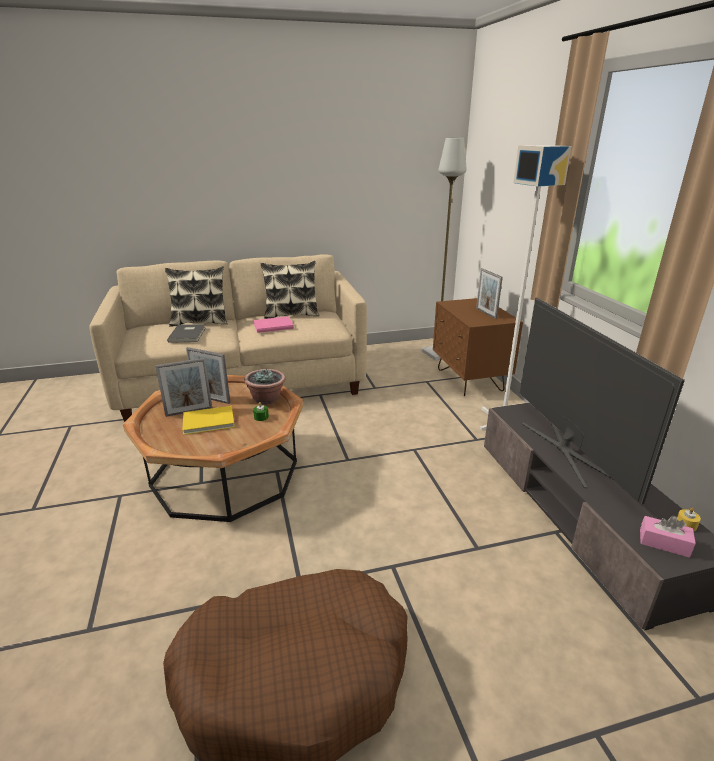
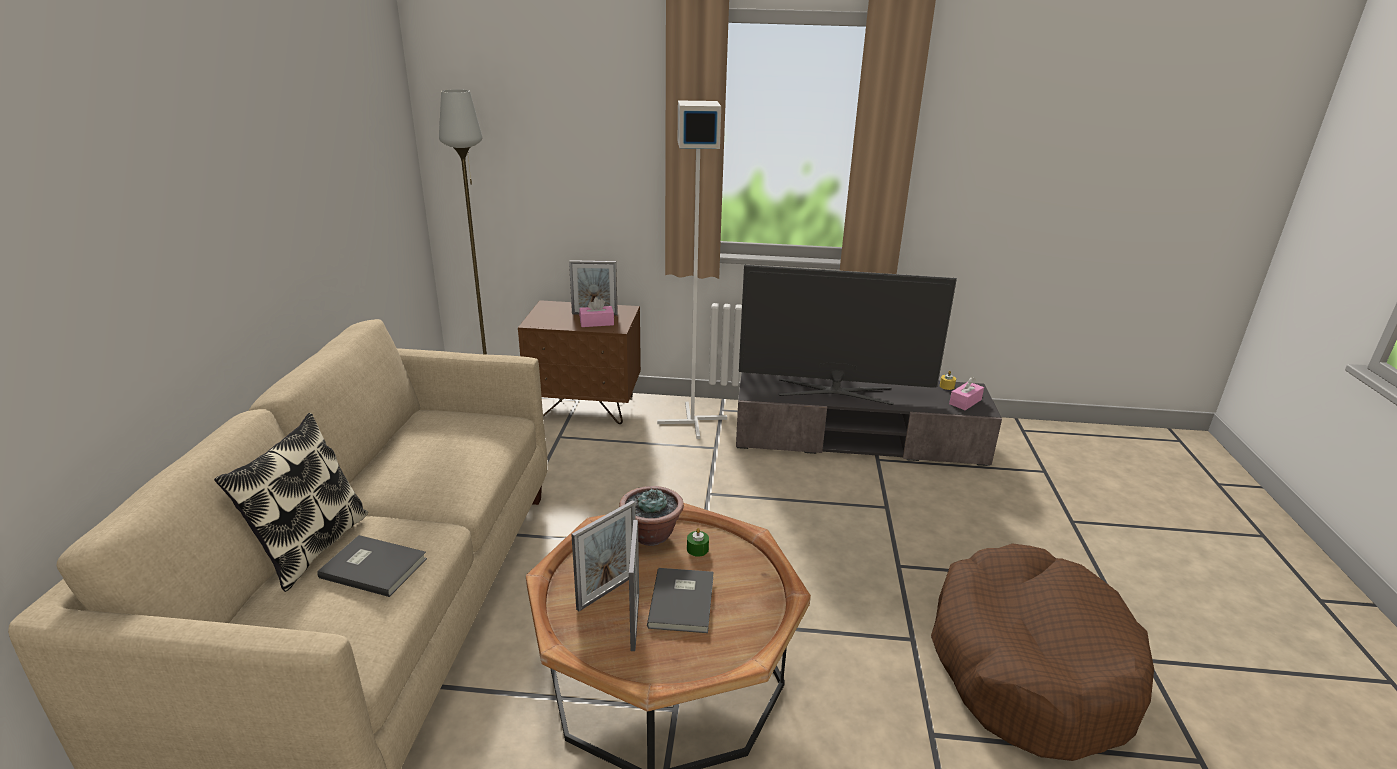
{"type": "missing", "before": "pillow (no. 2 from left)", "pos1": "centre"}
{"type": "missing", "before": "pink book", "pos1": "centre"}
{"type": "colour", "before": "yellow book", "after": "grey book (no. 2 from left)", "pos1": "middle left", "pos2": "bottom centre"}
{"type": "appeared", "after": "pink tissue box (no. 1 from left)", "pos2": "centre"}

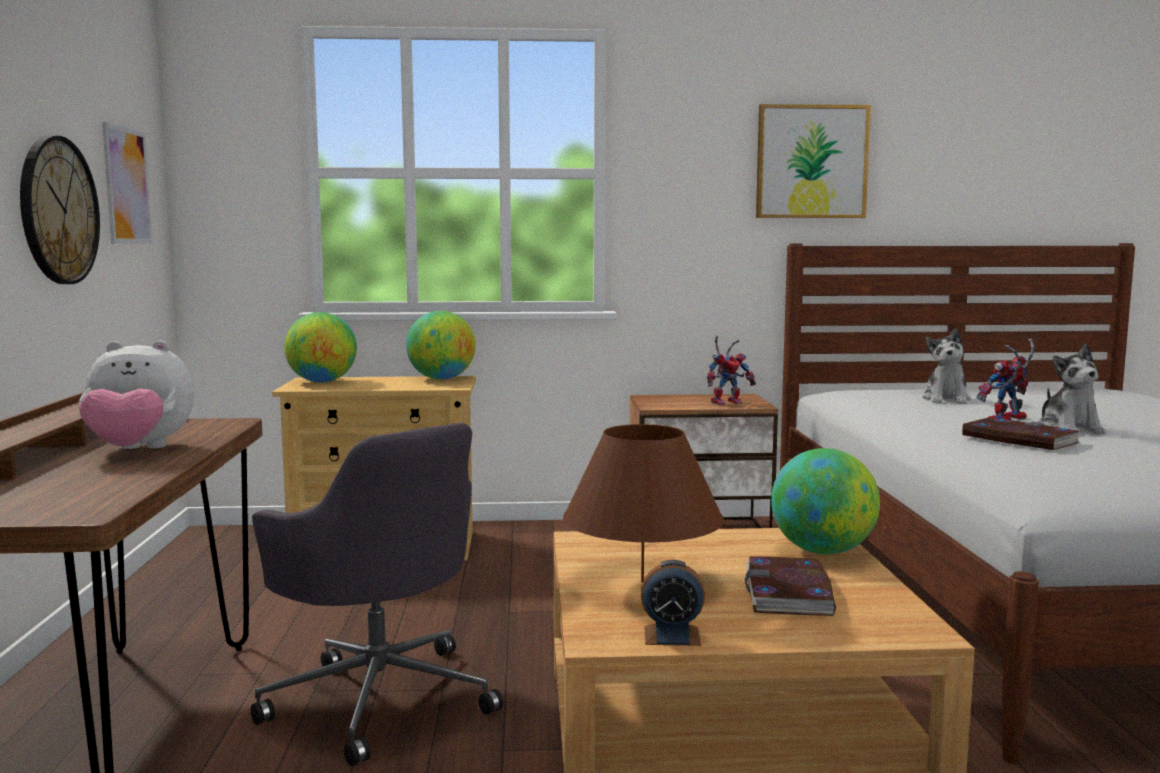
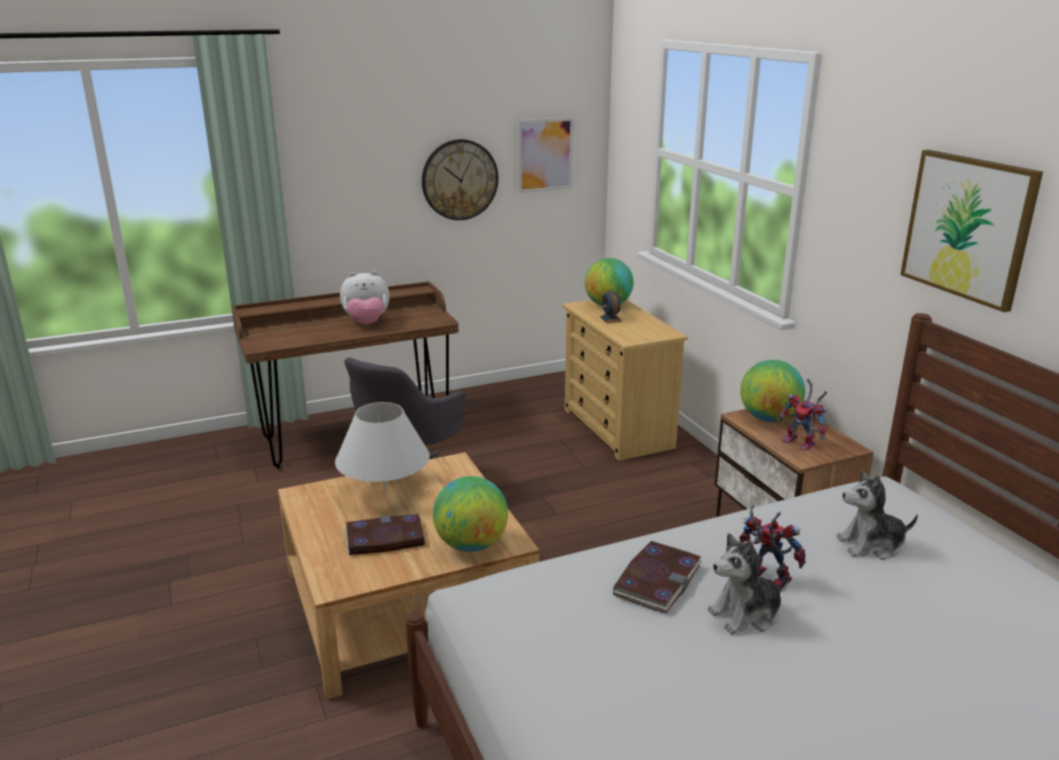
{"type": "relocated", "before": "globe (no. 2 from left in the first image)", "after": "globe (no. 3 from left)", "pos1": "centre", "pos2": "middle right"}
{"type": "spun", "before": "plush toy (no. 1 from left)", "pos1": "middle left", "pos2": "centre", "turn": -75}
{"type": "colour", "before": "brown table lamp", "after": "white table lamp", "pos1": "centre", "pos2": "centre"}
{"type": "relocated", "before": "alarm clock", "pos1": "bottom centre", "pos2": "centre"}

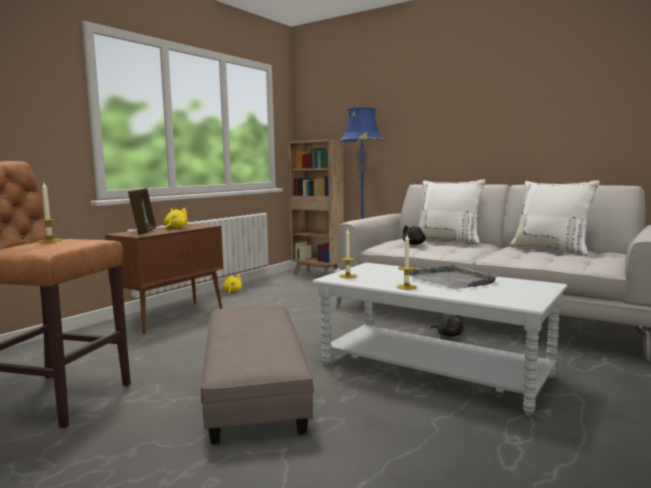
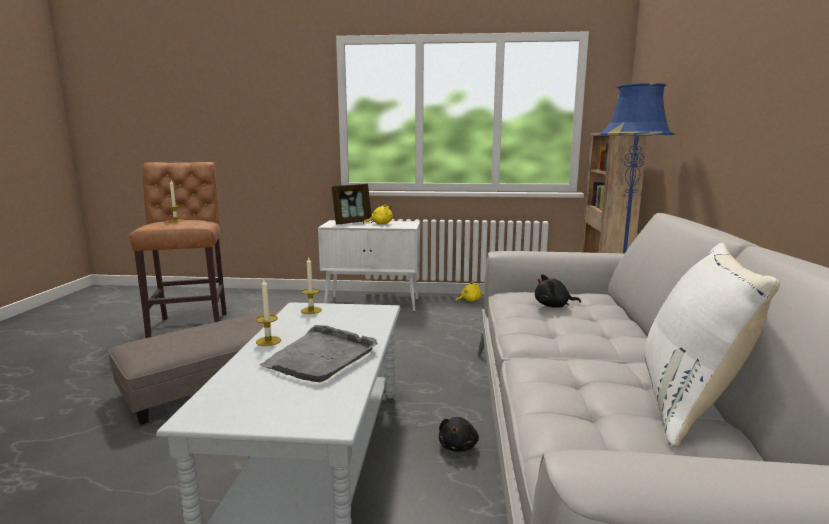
{"type": "missing", "before": "white pillow (no. 1 from left)", "pos1": "middle right"}
{"type": "colour", "before": "brown cabinet", "after": "white cabinet", "pos1": "middle left", "pos2": "centre"}

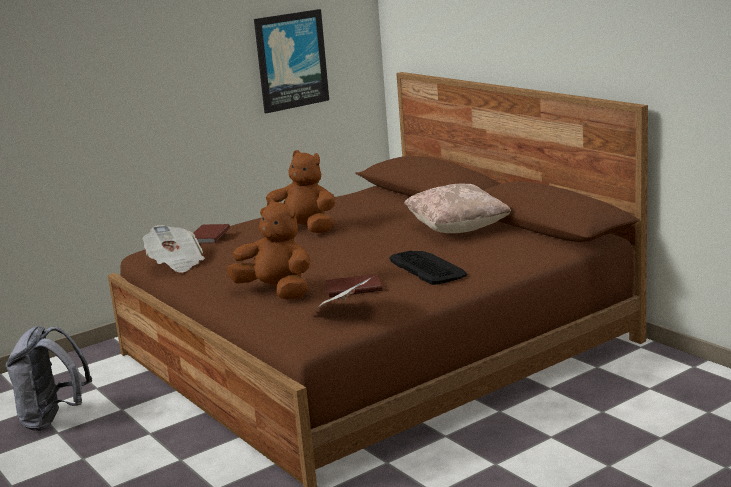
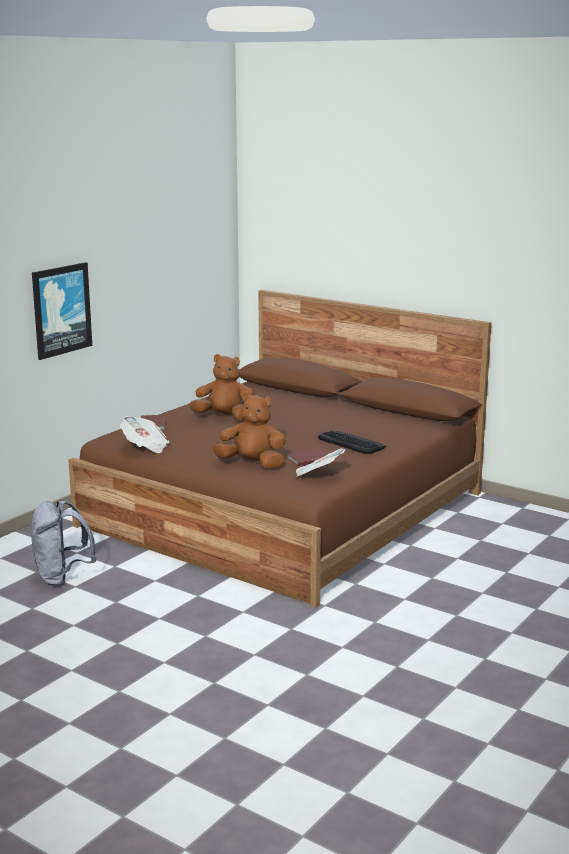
{"type": "relocated", "before": "picture", "pos1": "top centre", "pos2": "middle left"}
{"type": "missing", "before": "beige pillow", "pos1": "centre"}

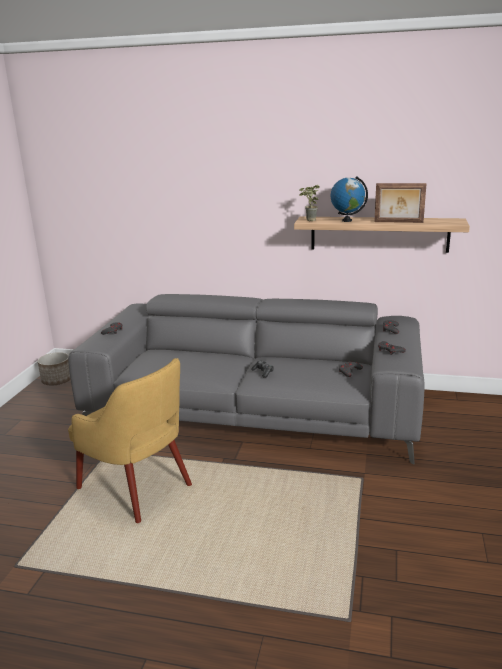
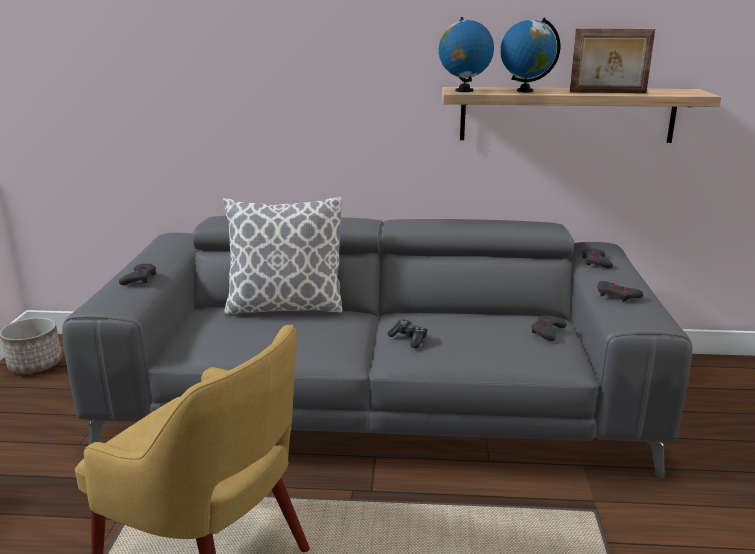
{"type": "exchanged", "before": "potted plant", "after": "globe (no. 1 from left)", "pos1": "top centre", "pos2": "top centre"}
{"type": "appeared", "after": "pillow", "pos2": "centre"}

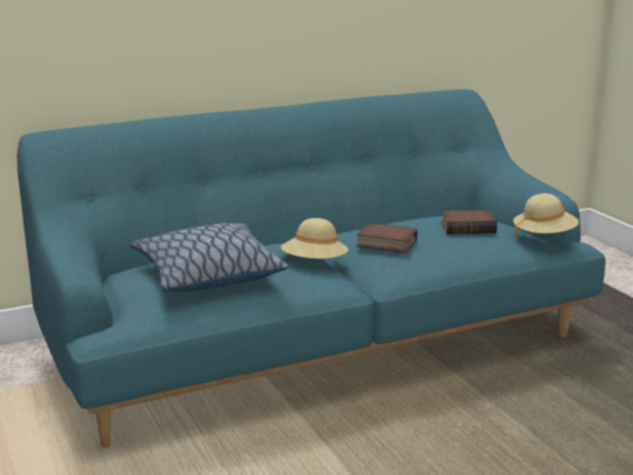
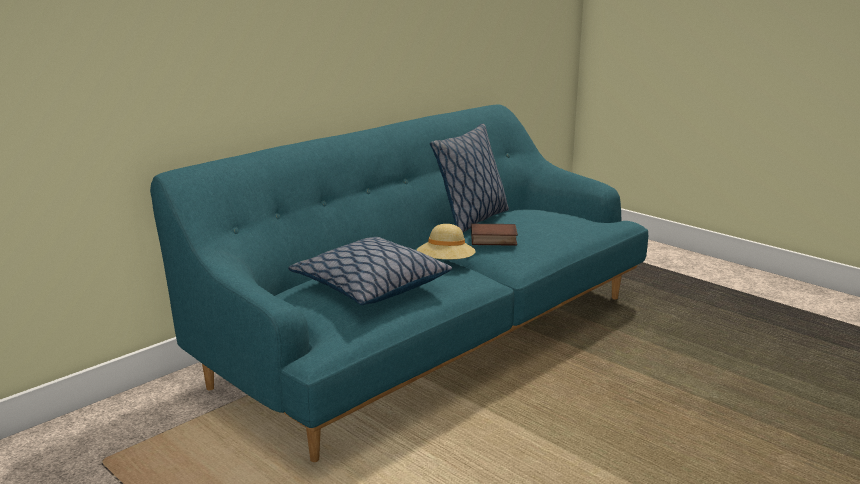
{"type": "missing", "before": "beige hat (no. 2 from left)", "pos1": "middle right"}
{"type": "missing", "before": "book (no. 2 from left)", "pos1": "middle right"}
{"type": "appeared", "after": "pillow (no. 2 from left)", "pos2": "centre"}

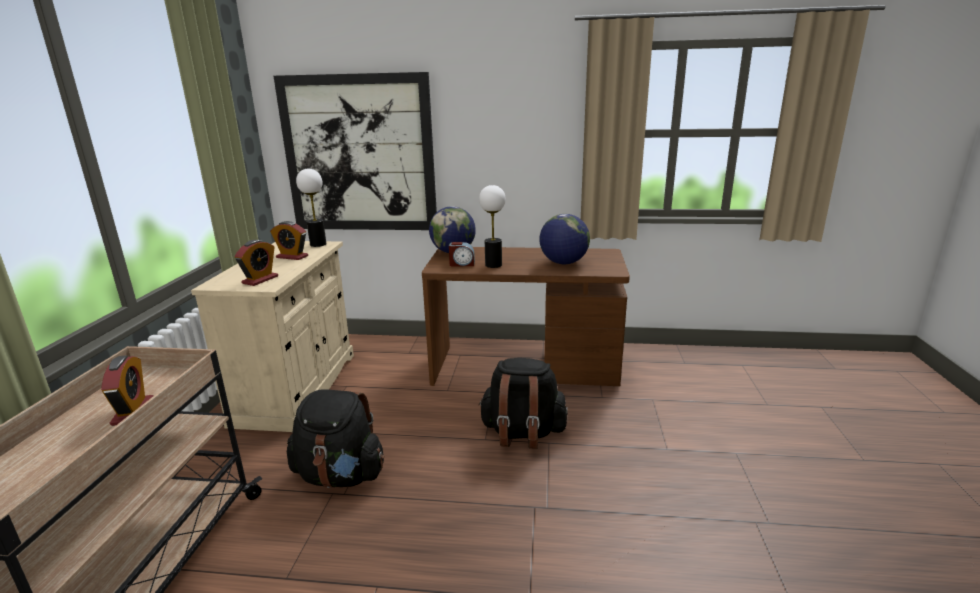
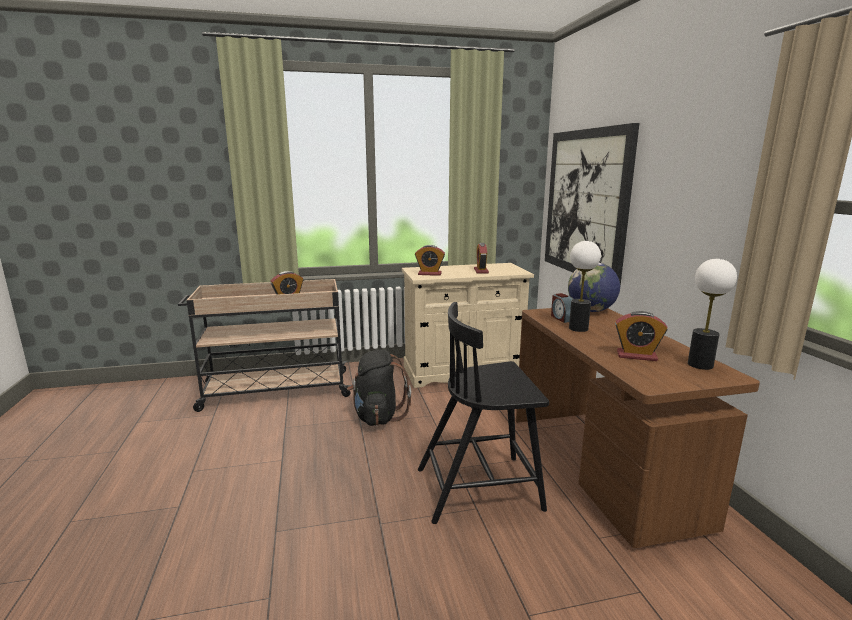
{"type": "relocated", "before": "table lamp (no. 1 from left in the first image)", "after": "table lamp (no. 2 from left)", "pos1": "middle left", "pos2": "middle right"}
{"type": "exchanged", "before": "globe (no. 2 from left)", "after": "alarm clock (no. 5 from left)", "pos1": "centre", "pos2": "middle right"}
{"type": "exchanged", "before": "black backpack (no. 2 from left)", "after": "black chair", "pos1": "bottom centre", "pos2": "centre"}

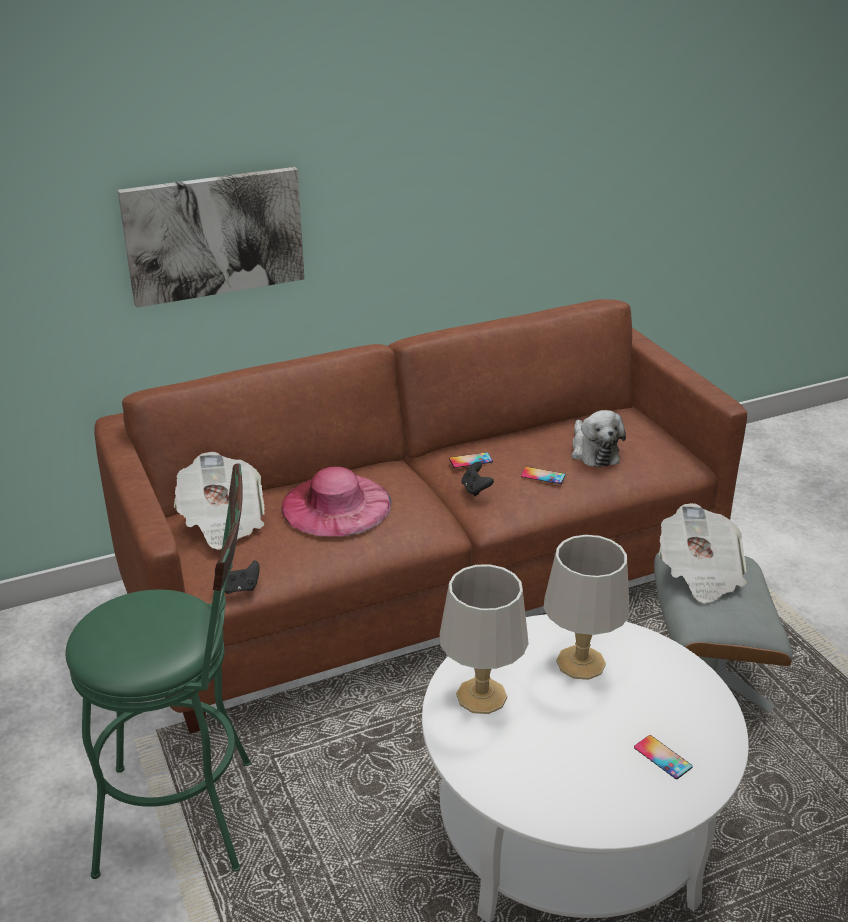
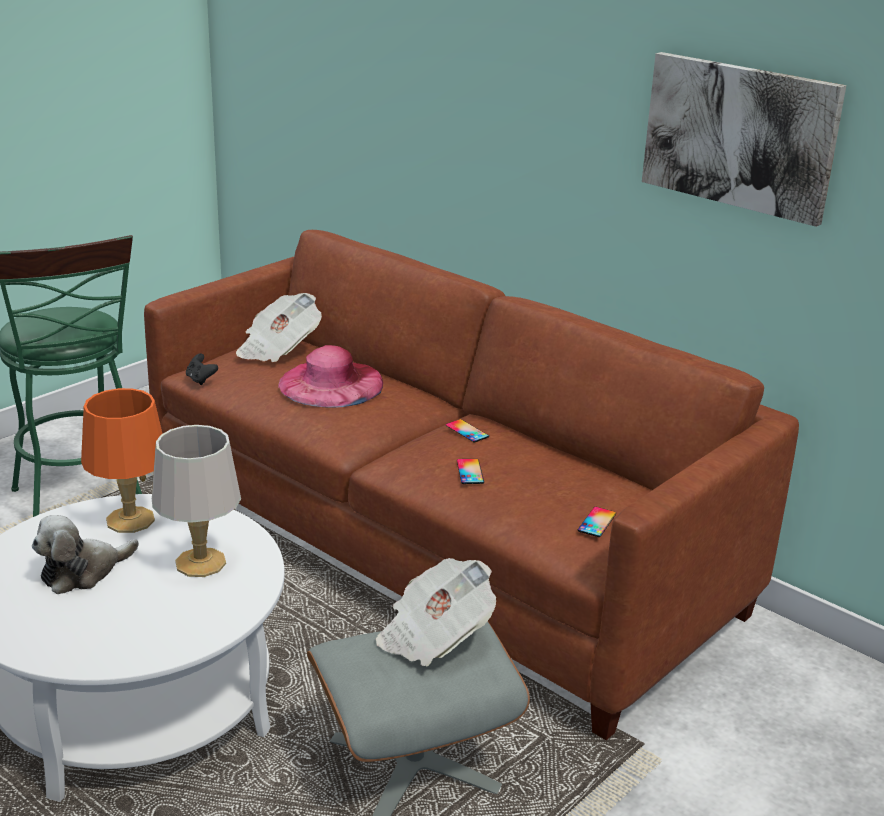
{"type": "relocated", "before": "picture", "pos1": "top left", "pos2": "top right"}
{"type": "relocated", "before": "plush toy", "pos1": "middle right", "pos2": "bottom left"}
{"type": "missing", "before": "black game controller (no. 2 from left)", "pos1": "centre"}
{"type": "colour", "before": "grey table lamp (no. 1 from left)", "after": "orange table lamp", "pos1": "bottom centre", "pos2": "middle left"}
{"type": "relocated", "before": "phone (no. 3 from left)", "pos1": "bottom right", "pos2": "middle right"}

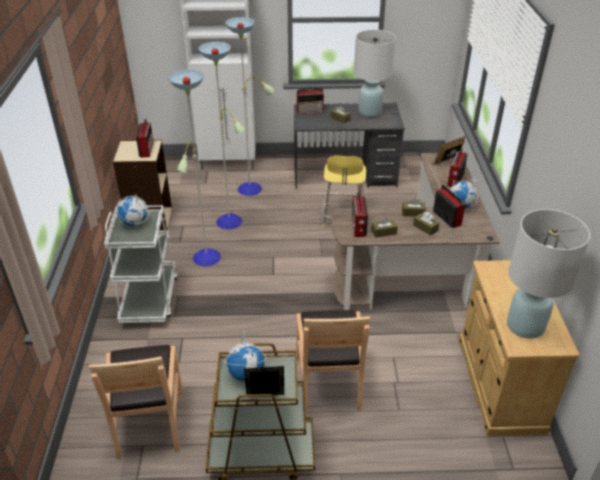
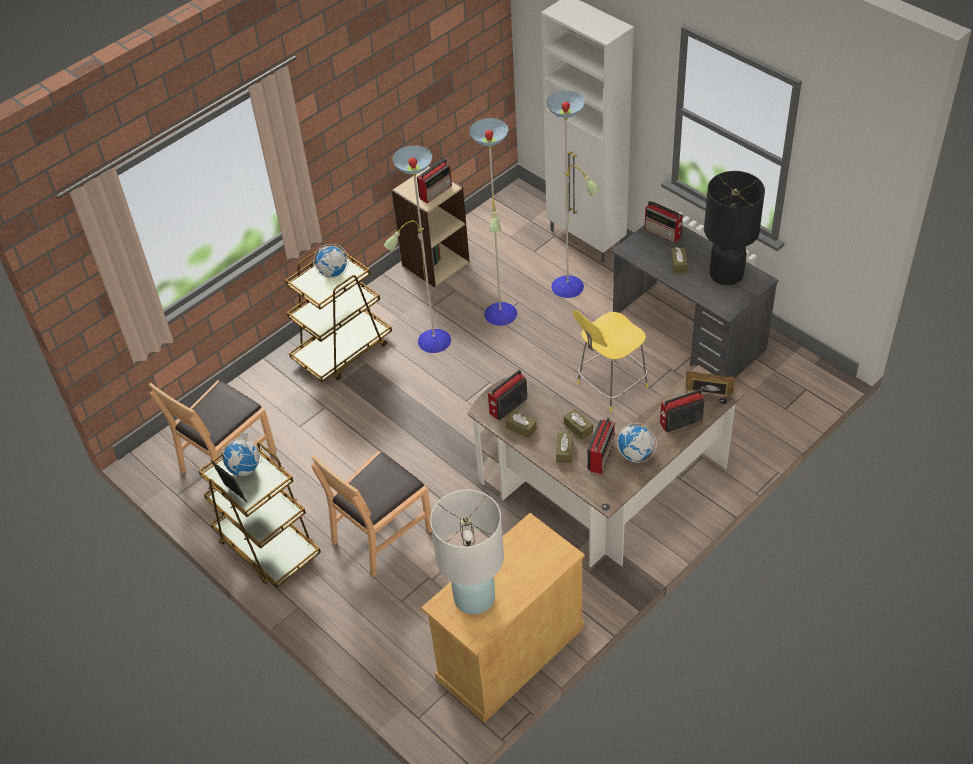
{"type": "colour", "before": "white table lamp (no. 1 from left)", "after": "black table lamp", "pos1": "top centre", "pos2": "top right"}
{"type": "colour", "before": "white cart", "after": "brown cart (no. 2 from left)", "pos1": "middle left", "pos2": "centre"}

